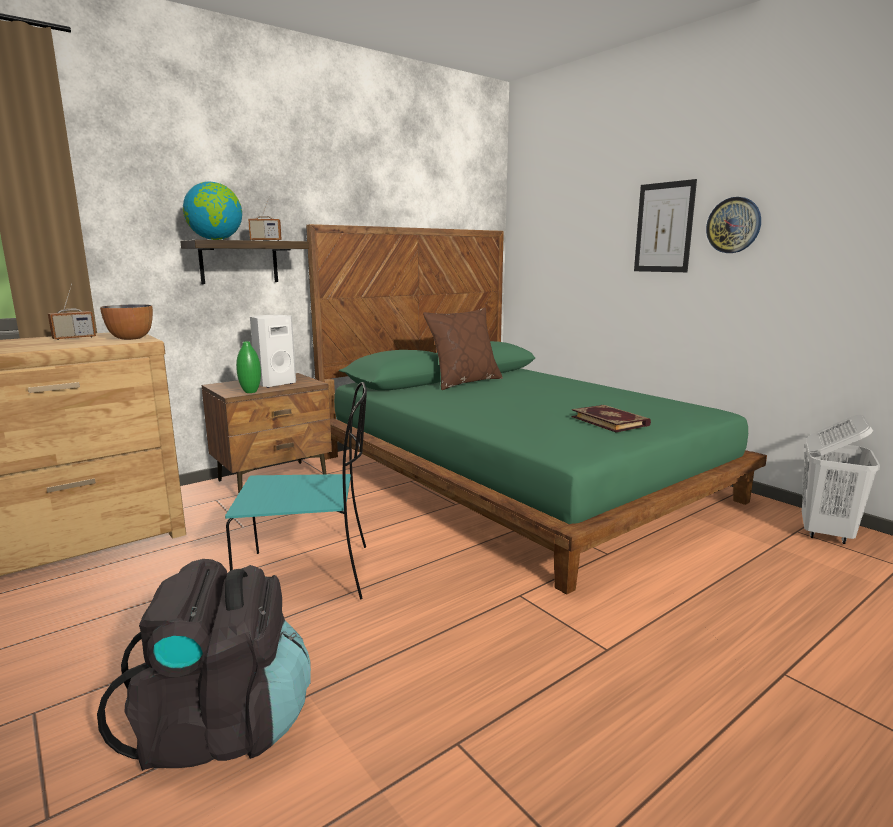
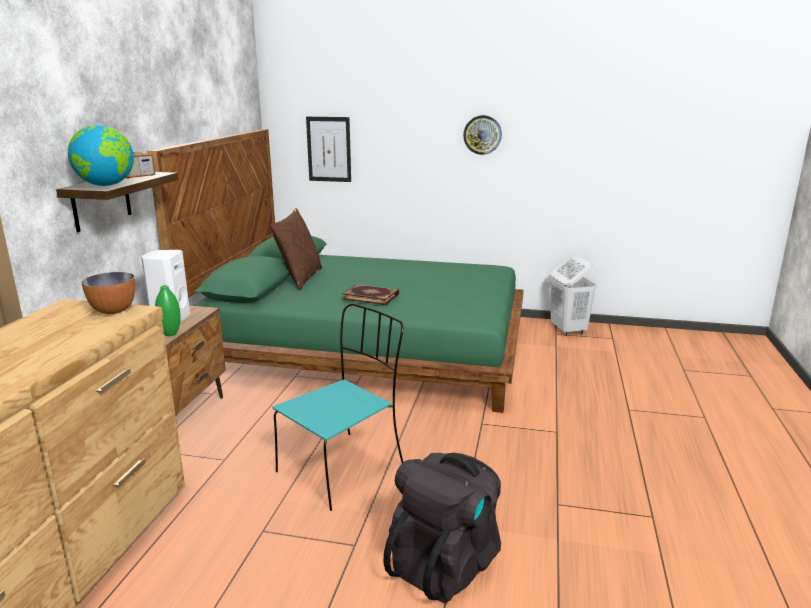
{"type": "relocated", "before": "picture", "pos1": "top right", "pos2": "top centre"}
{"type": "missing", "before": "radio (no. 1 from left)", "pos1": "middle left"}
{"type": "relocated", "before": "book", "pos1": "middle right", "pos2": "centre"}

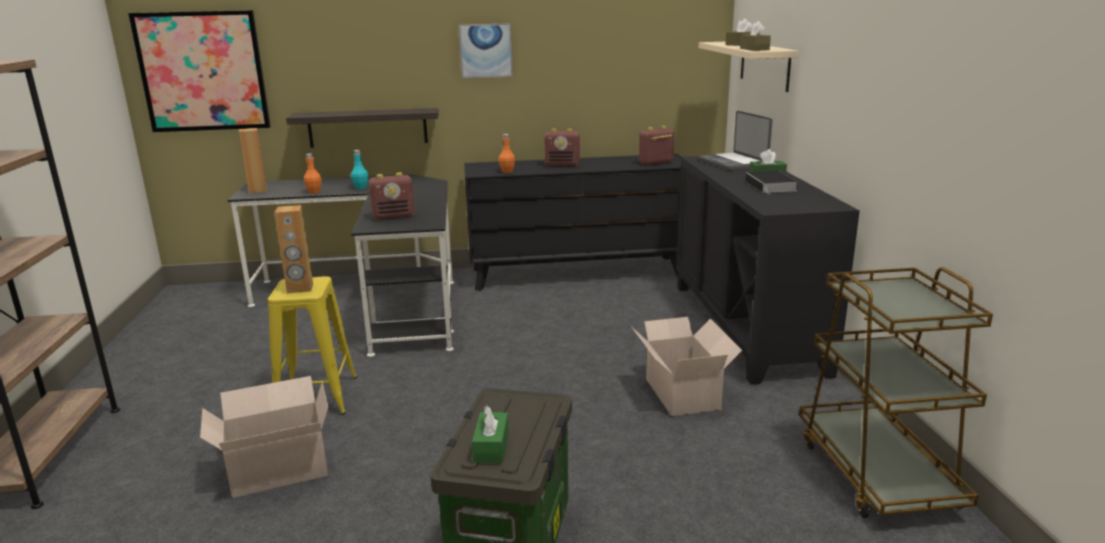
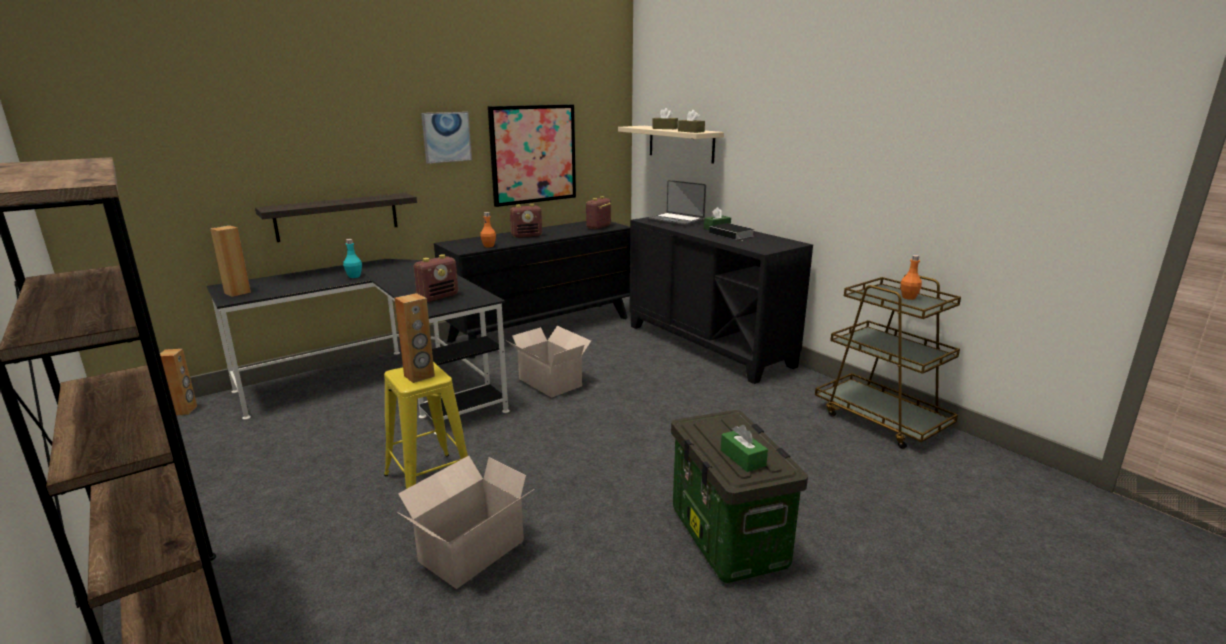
{"type": "relocated", "before": "picture (no. 1 from left in the first image)", "after": "picture (no. 2 from left)", "pos1": "top left", "pos2": "top centre"}
{"type": "relocated", "before": "orange bottle (no. 1 from left in the first image)", "after": "orange bottle (no. 2 from left)", "pos1": "top left", "pos2": "middle right"}
{"type": "relocated", "before": "cardboard box (no. 2 from left)", "pos1": "bottom centre", "pos2": "centre"}
{"type": "appeared", "after": "brown speaker (no. 1 from left)", "pos2": "middle left"}

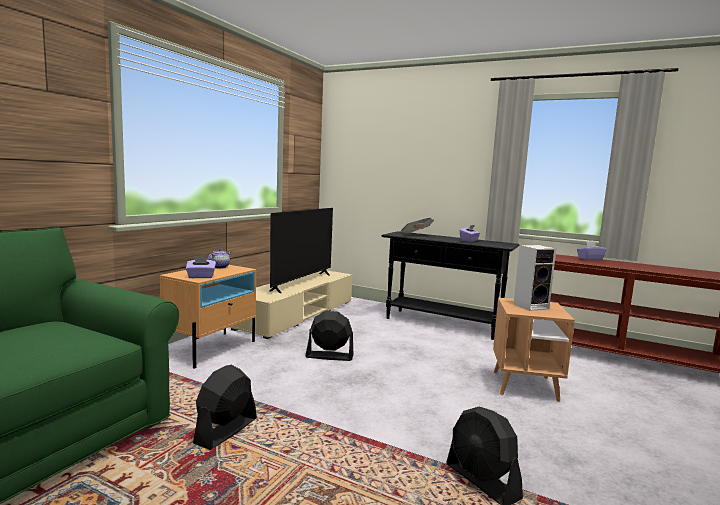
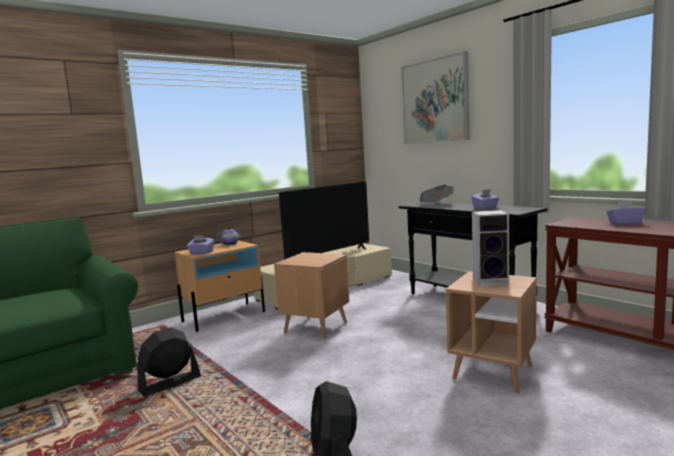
{"type": "exchanged", "before": "black fan (no. 2 from left)", "after": "brown side table (no. 1 from left)", "pos1": "centre", "pos2": "centre"}
{"type": "appeared", "after": "picture", "pos2": "top centre"}

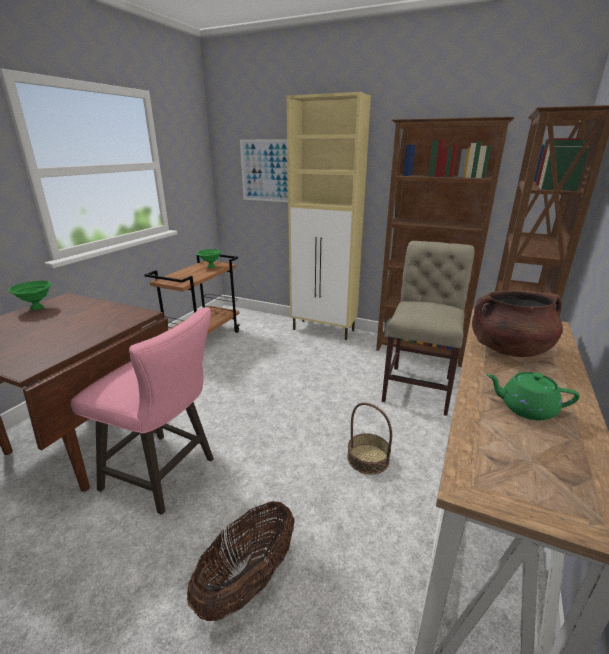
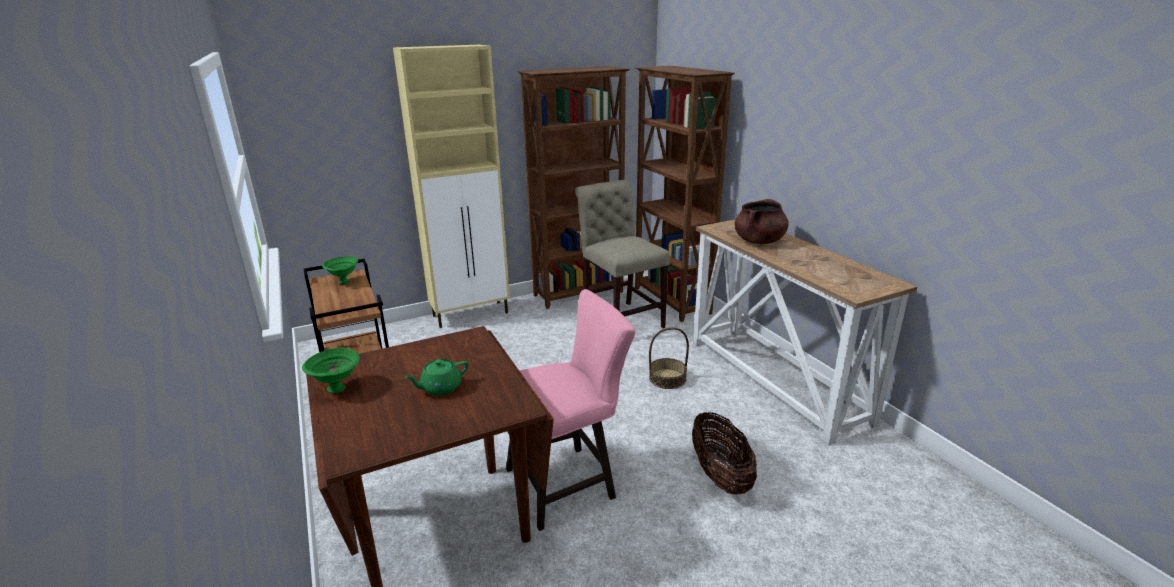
{"type": "missing", "before": "picture", "pos1": "top centre"}
{"type": "relocated", "before": "green teapot", "pos1": "middle right", "pos2": "centre"}

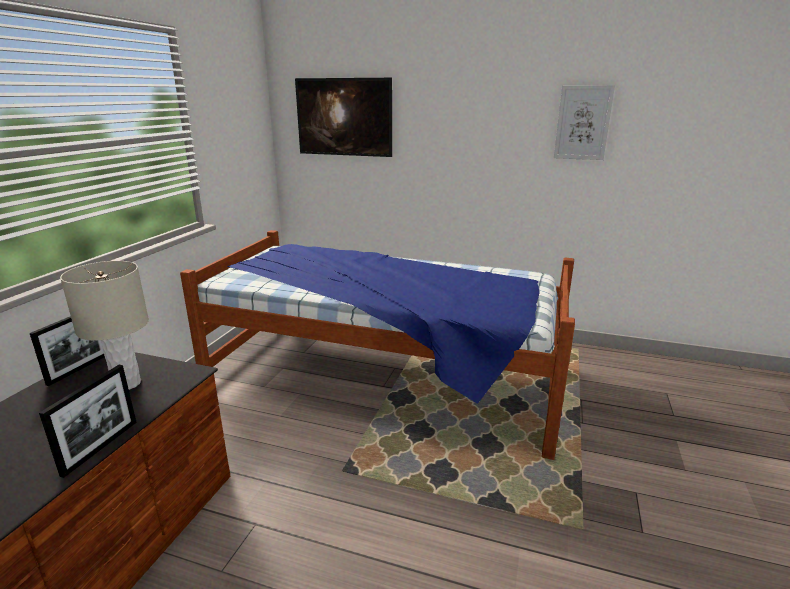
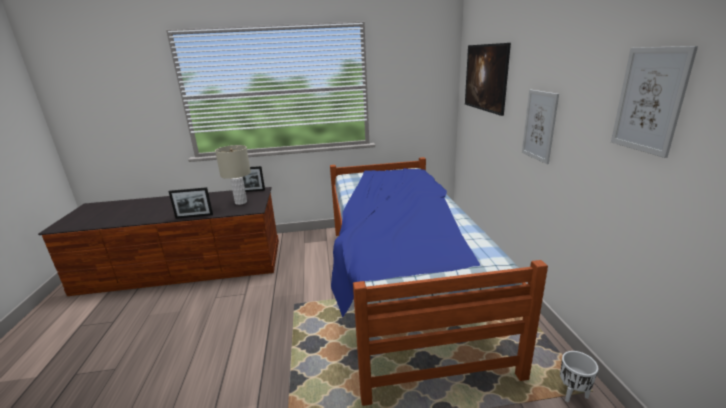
{"type": "appeared", "after": "picture (no. 2 from left)", "pos2": "top right"}
{"type": "appeared", "after": "white planter", "pos2": "bottom right"}

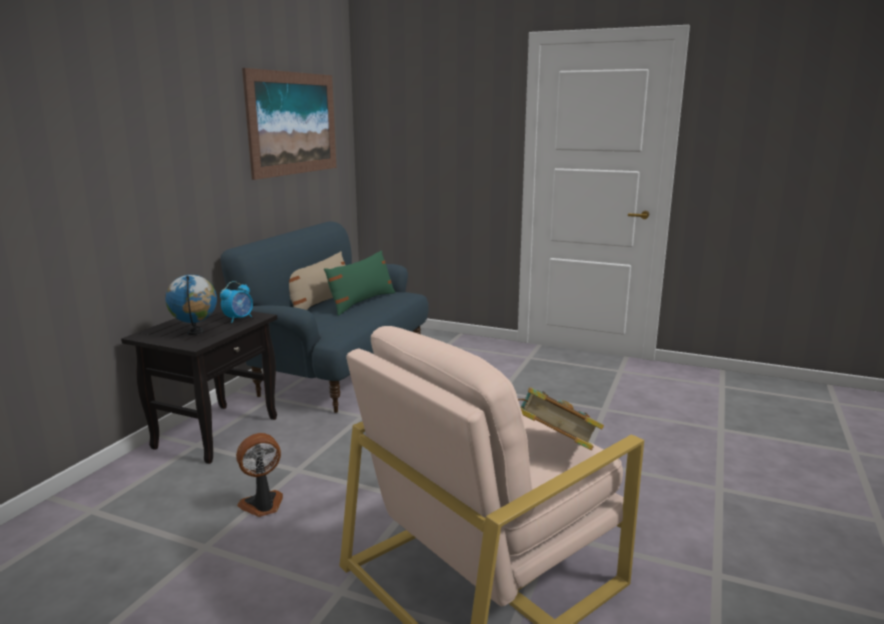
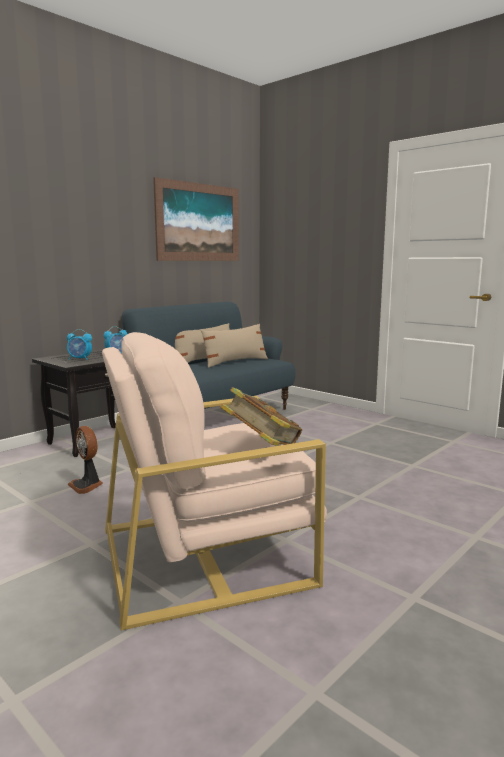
{"type": "colour", "before": "green pillow", "after": "beige pillow (no. 2 from left)", "pos1": "centre", "pos2": "centre"}
{"type": "exchanged", "before": "globe", "after": "alarm clock (no. 1 from left)", "pos1": "middle left", "pos2": "middle left"}
{"type": "spun", "before": "fan", "pos1": "bottom left", "pos2": "middle left", "turn": -120}

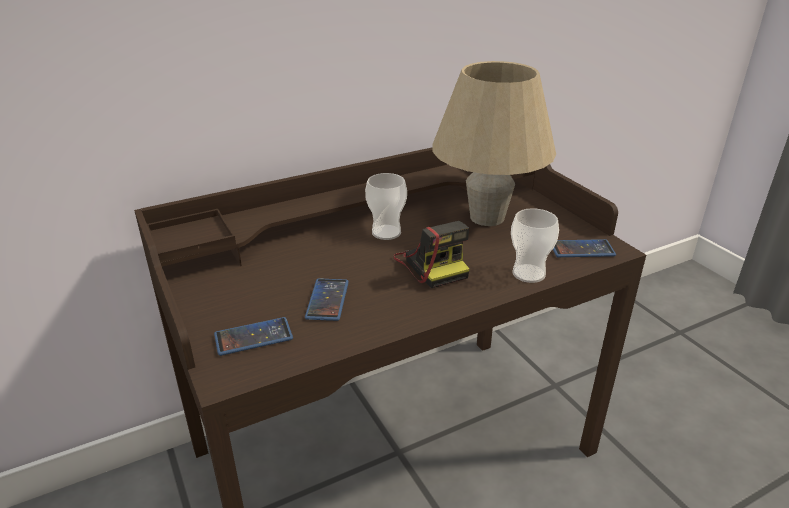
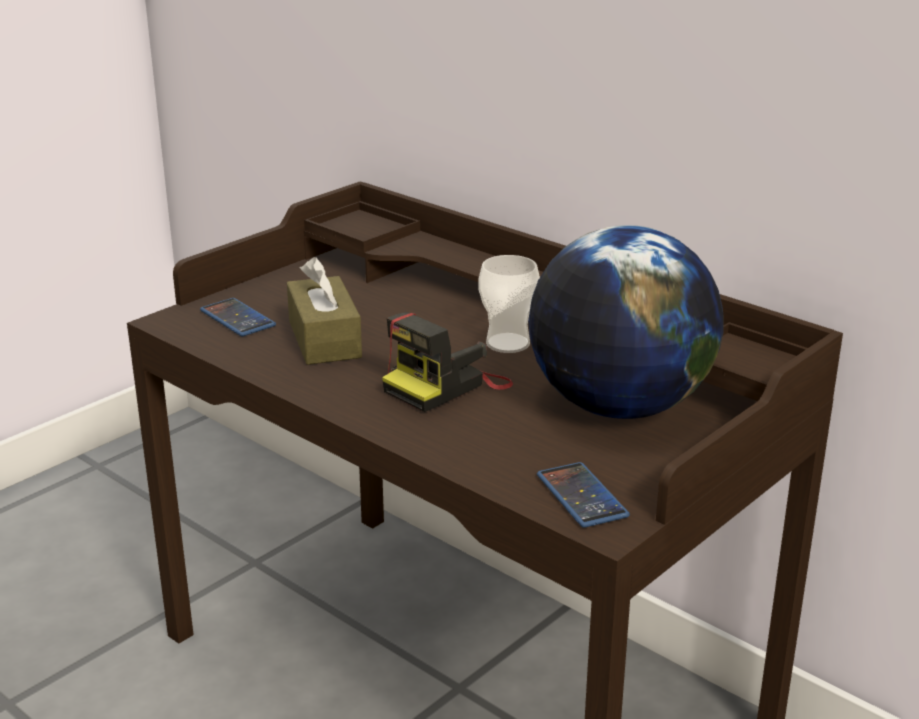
{"type": "exchanged", "before": "beige table lamp", "after": "globe", "pos1": "top centre", "pos2": "middle right"}
{"type": "missing", "before": "cup (no. 2 from left)", "pos1": "middle right"}
{"type": "exchanged", "before": "phone (no. 2 from left)", "after": "brown tissue box", "pos1": "centre", "pos2": "centre"}

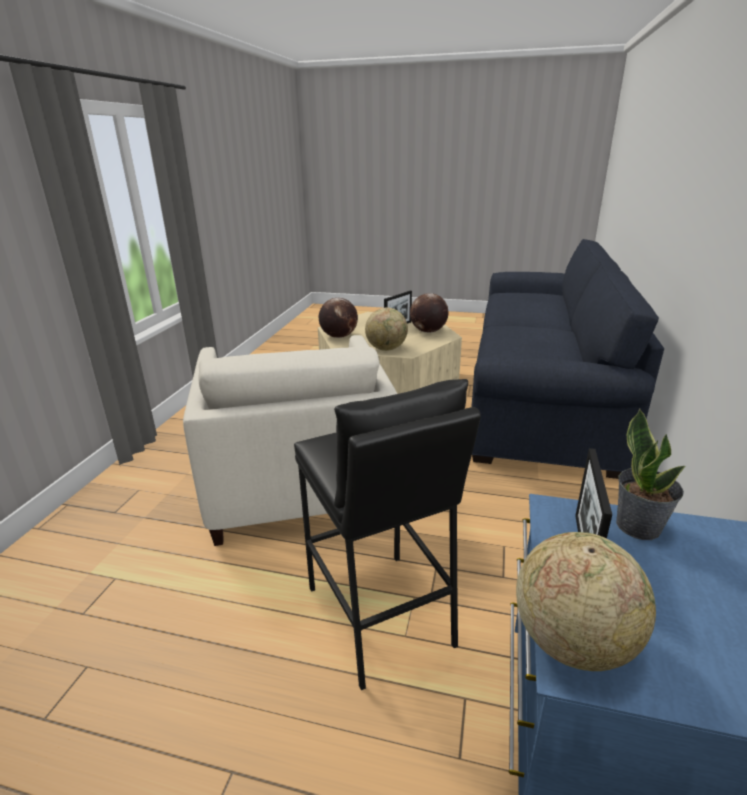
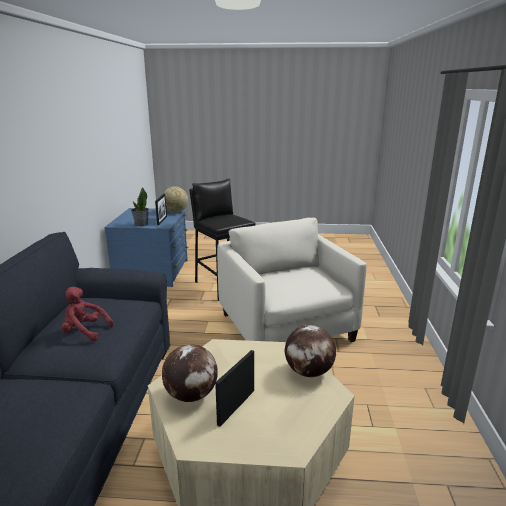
{"type": "missing", "before": "globe (no. 2 from left)", "pos1": "centre"}
{"type": "appeared", "after": "red plush toy", "pos2": "middle left"}

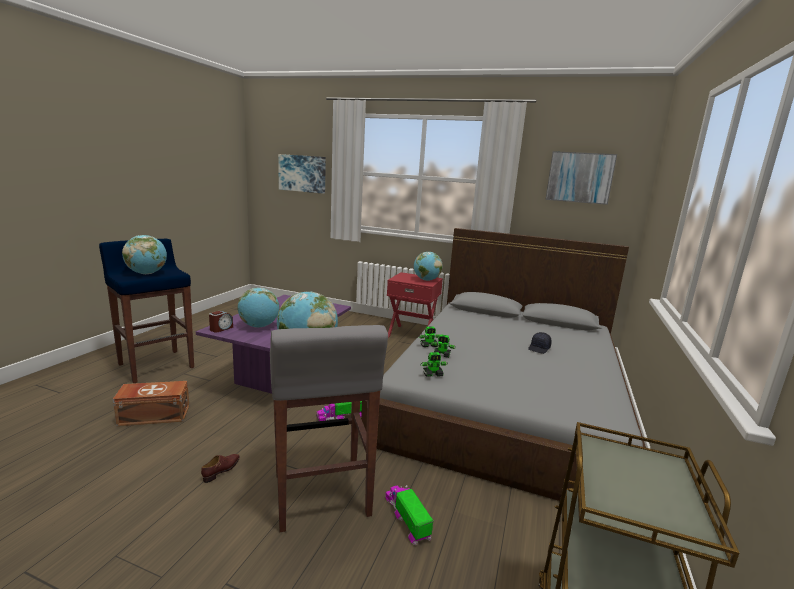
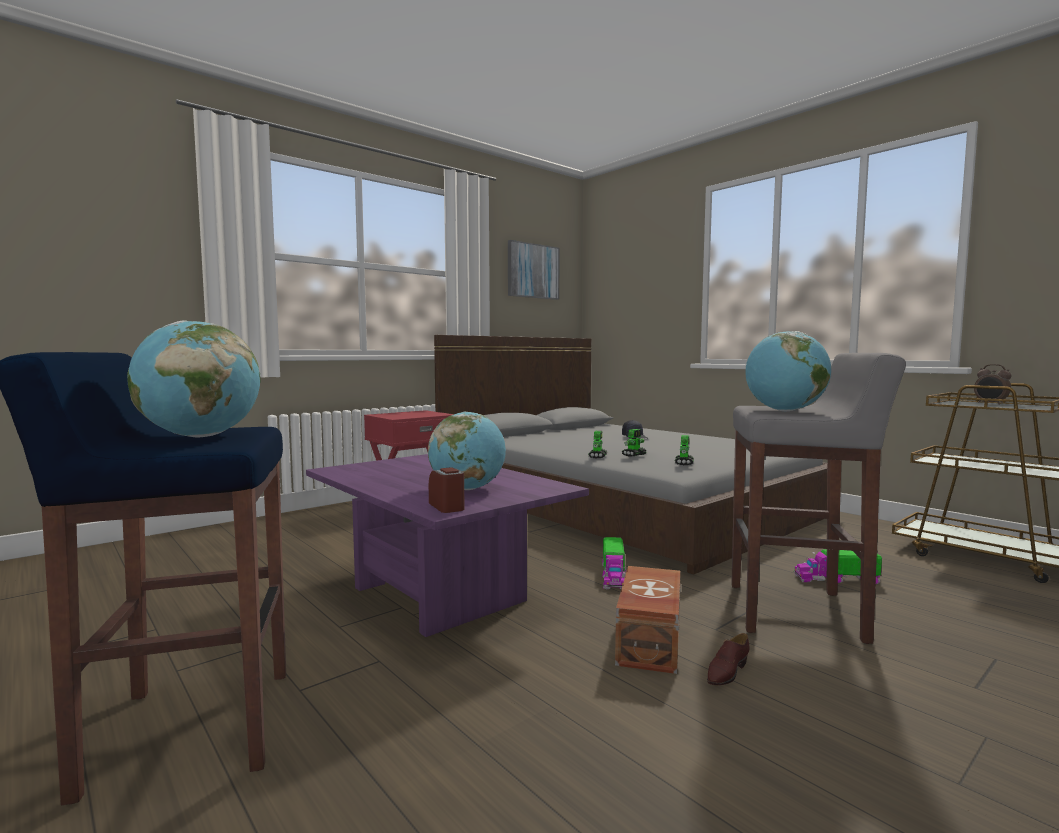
{"type": "missing", "before": "picture (no. 1 from left)", "pos1": "top centre"}
{"type": "missing", "before": "globe (no. 4 from left)", "pos1": "centre"}
{"type": "relocated", "before": "brown storage box", "pos1": "bottom left", "pos2": "bottom centre"}
{"type": "spun", "before": "brown shoe", "pos1": "bottom left", "pos2": "bottom right", "turn": -105}
{"type": "appeared", "after": "alarm clock (no. 2 from left)", "pos2": "middle right"}

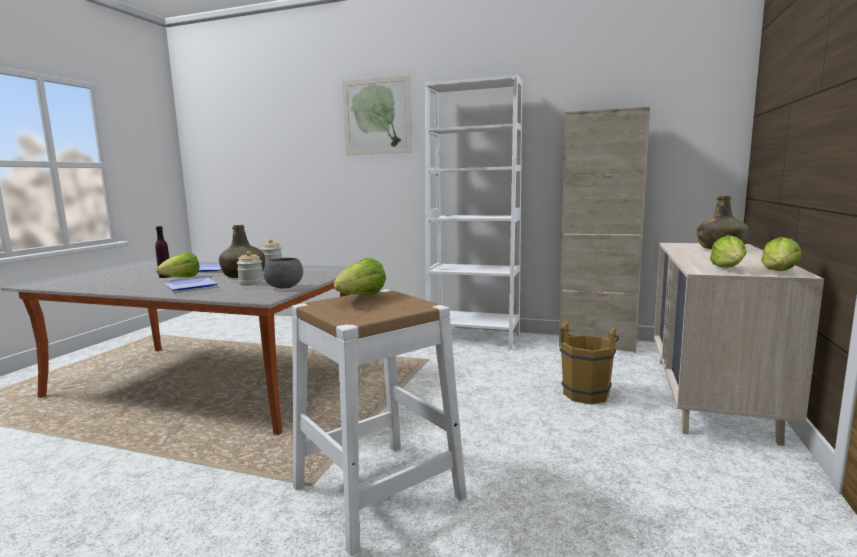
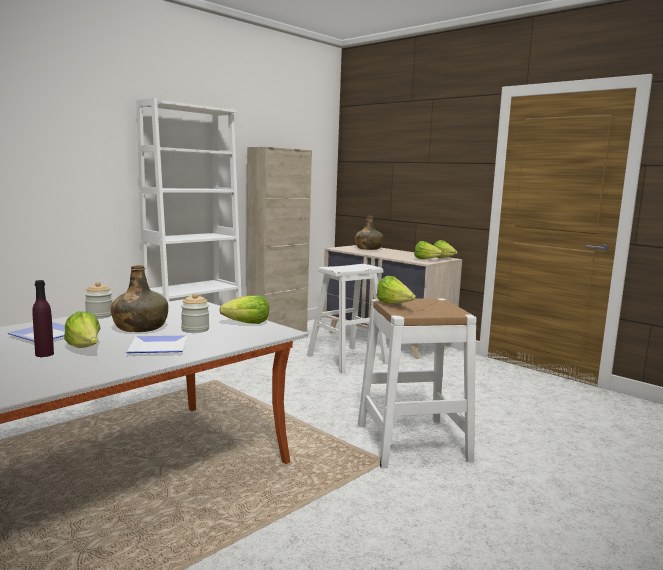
{"type": "missing", "before": "picture", "pos1": "top centre"}
{"type": "exchanged", "before": "grey bowl", "after": "lettuce (no. 2 from left)", "pos1": "middle left", "pos2": "centre"}
{"type": "exchanged", "before": "brown bucket", "after": "white stool (no. 1 from left)", "pos1": "middle right", "pos2": "centre"}

